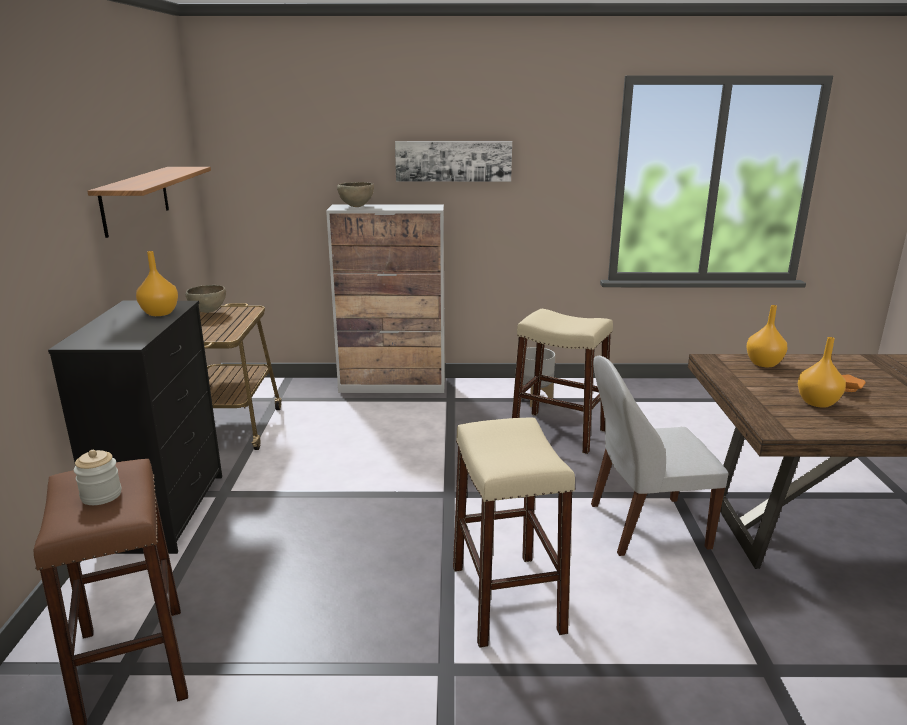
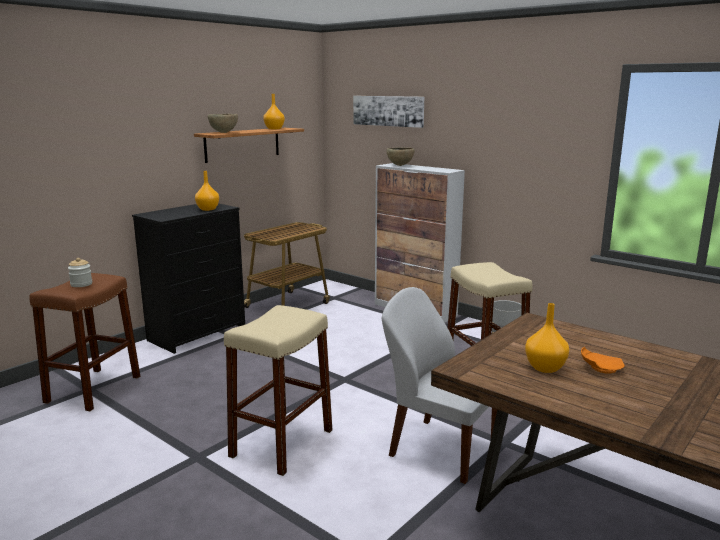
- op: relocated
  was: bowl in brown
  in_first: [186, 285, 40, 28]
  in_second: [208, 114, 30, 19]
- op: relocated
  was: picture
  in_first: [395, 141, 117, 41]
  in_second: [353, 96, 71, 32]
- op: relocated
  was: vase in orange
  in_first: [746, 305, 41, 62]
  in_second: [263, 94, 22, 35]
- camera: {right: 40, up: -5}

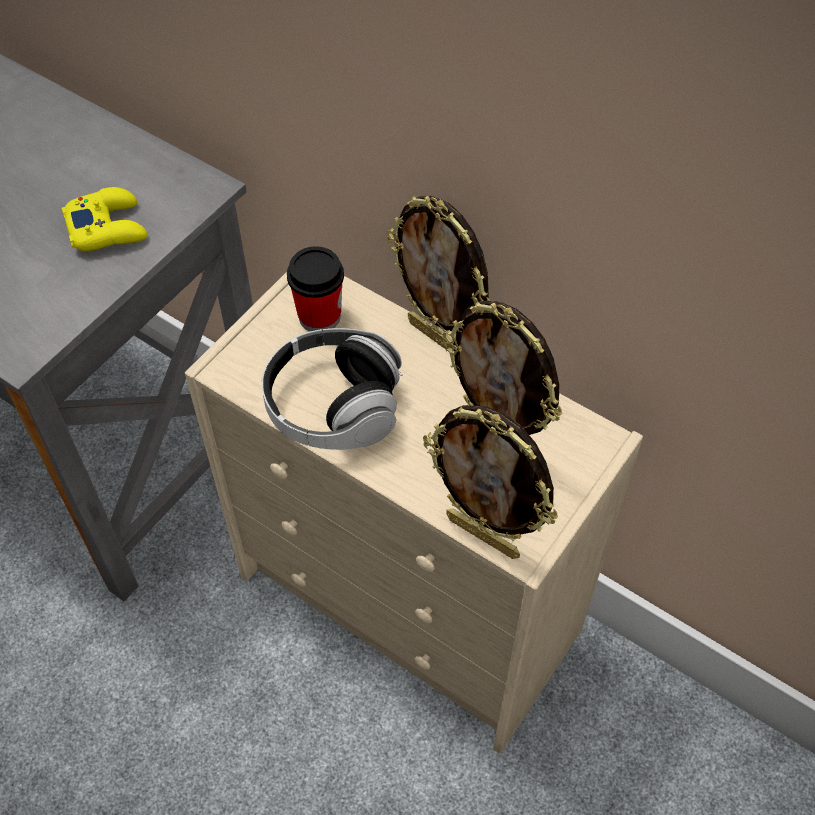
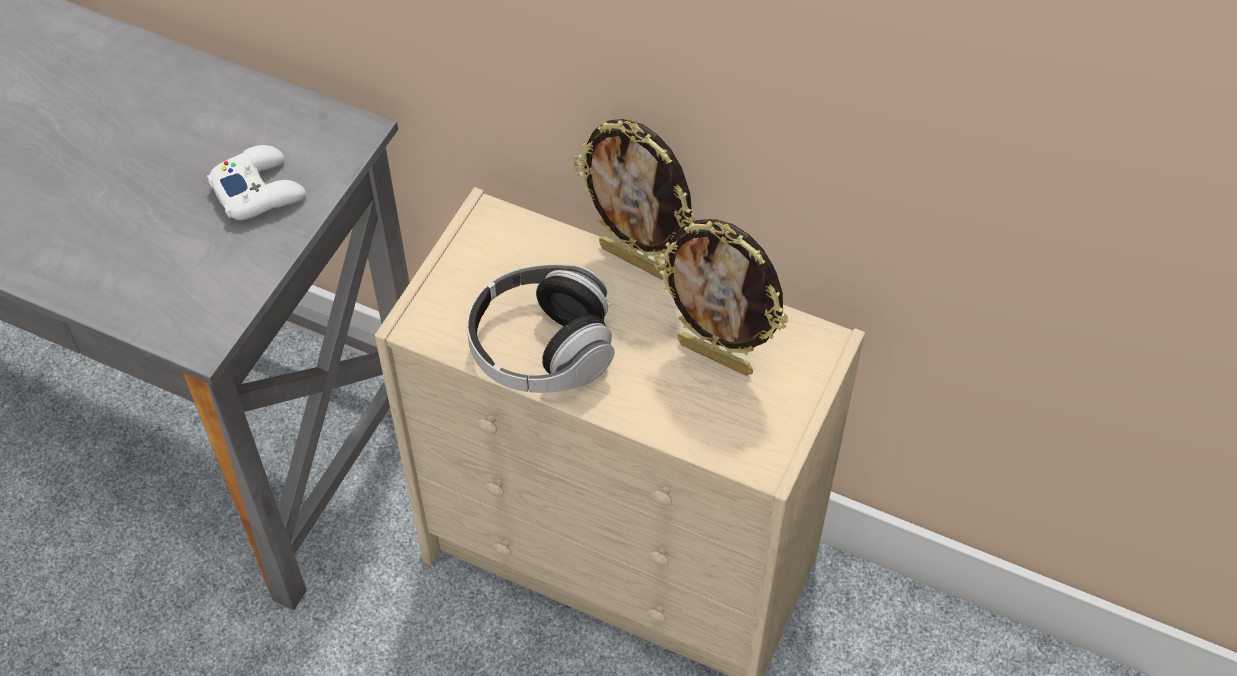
- op: colour
  was: game controller in yellow
  now: game controller in white
  in_first: [62, 187, 86, 64]
  in_second: [207, 145, 99, 75]
- op: missing
  was: cup
  in_first: [287, 246, 57, 87]
- op: missing
  was: picture frame
  in_first: [423, 405, 135, 154]
- camera: {right: -10, up: 0}

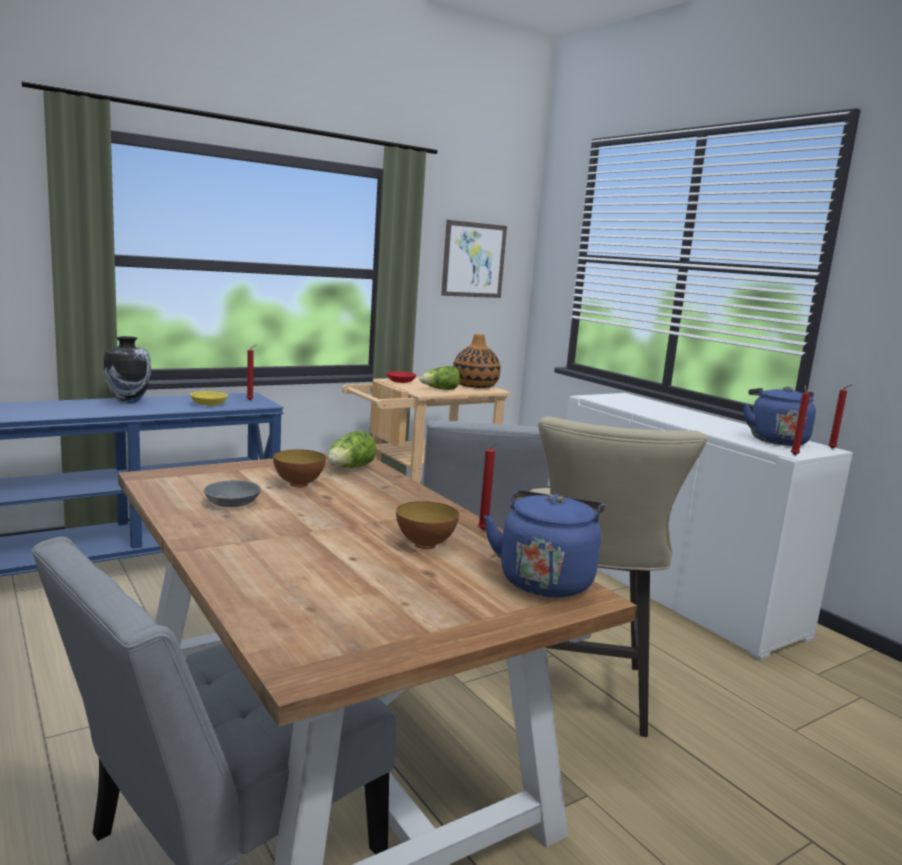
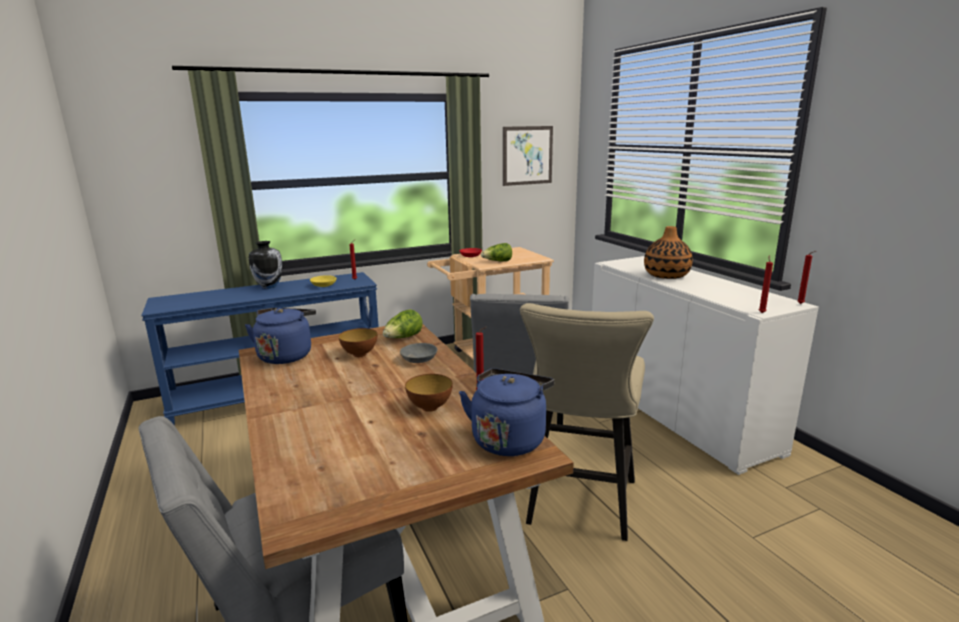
- op: relocated
  was: bowl in grey
  in_first: [204, 480, 57, 27]
  in_second: [400, 343, 38, 20]
- op: relocated
  was: vase
  in_first: [453, 334, 48, 54]
  in_second: [644, 226, 49, 53]
- op: relocated
  was: kettle in blue
  in_first: [743, 386, 73, 60]
  in_second: [245, 308, 71, 56]
- camera: {right: 10, up: 5}

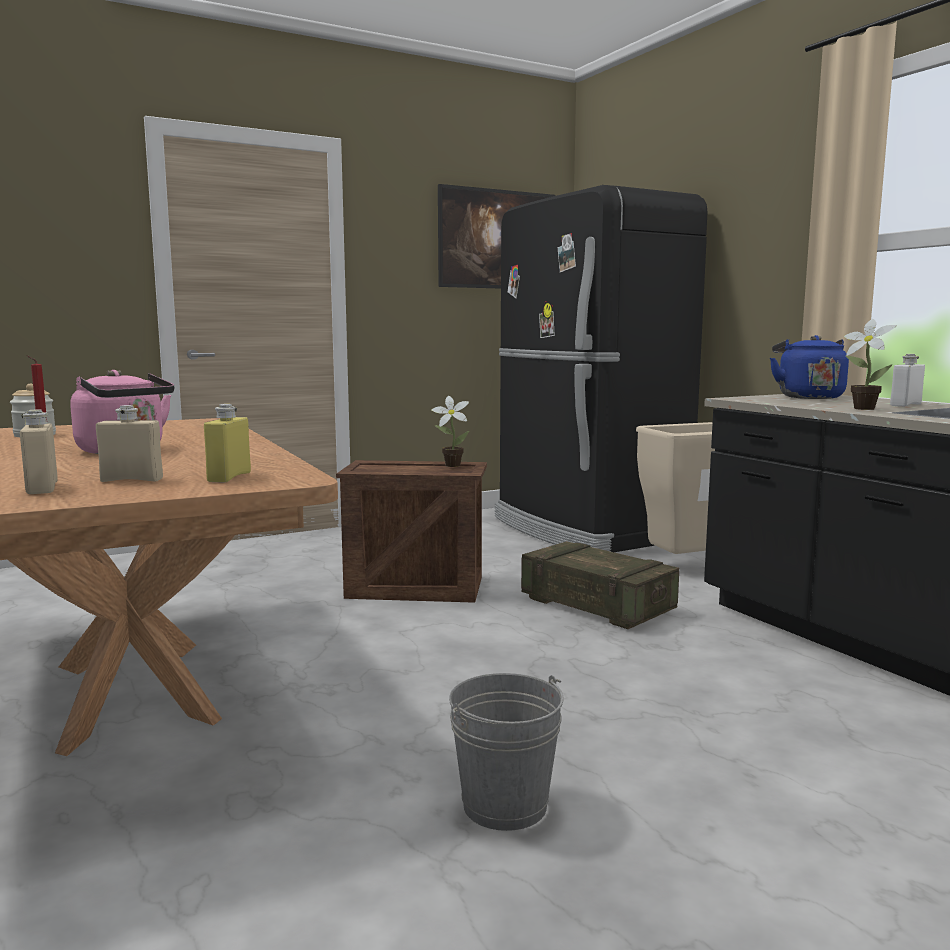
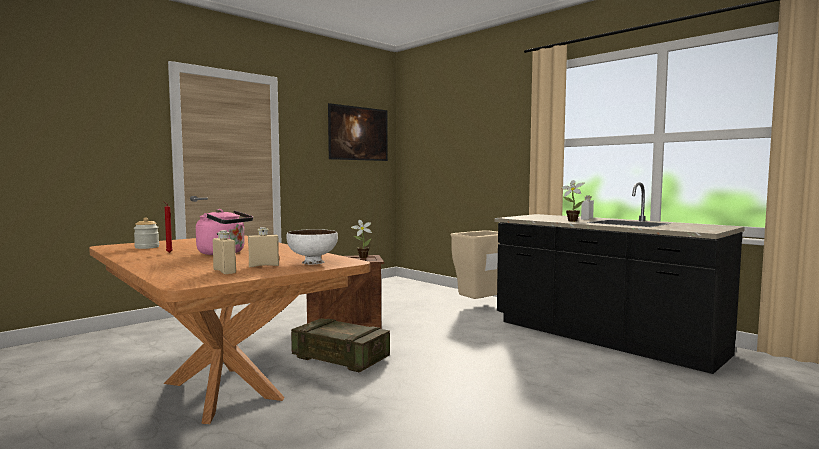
- op: exchanged
  was: bottle in yellow
  now: bowl in white
  in_first: [204, 404, 47, 78]
  in_second: [286, 229, 52, 35]
- op: missing
  was: bucket in grey
  in_first: [449, 673, 115, 158]
- op: missing
  was: fridge in black
  in_first: [495, 185, 212, 367]
- op: relocated
  was: crate
  in_first: [521, 541, 158, 88]
  in_second: [291, 318, 99, 55]
- op: missing
  was: kettle in blue
  in_first: [770, 335, 79, 64]
- camera: {right: -15, up: -5}

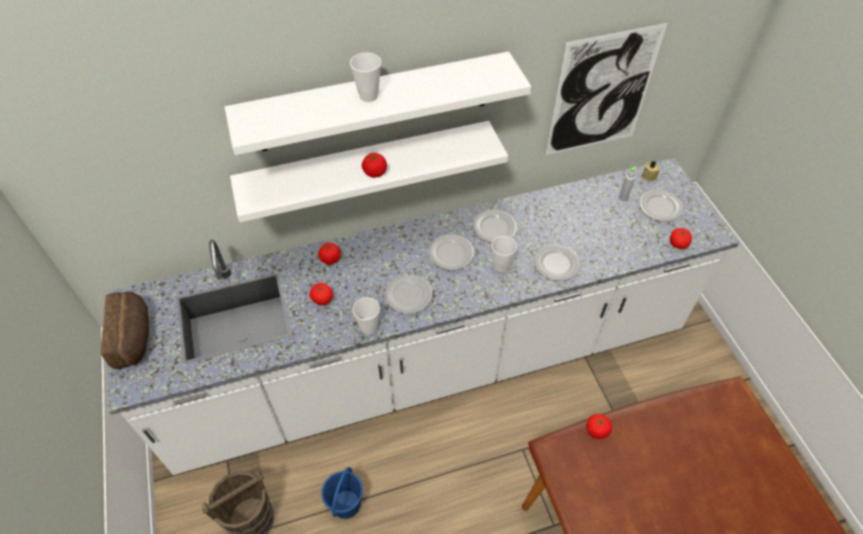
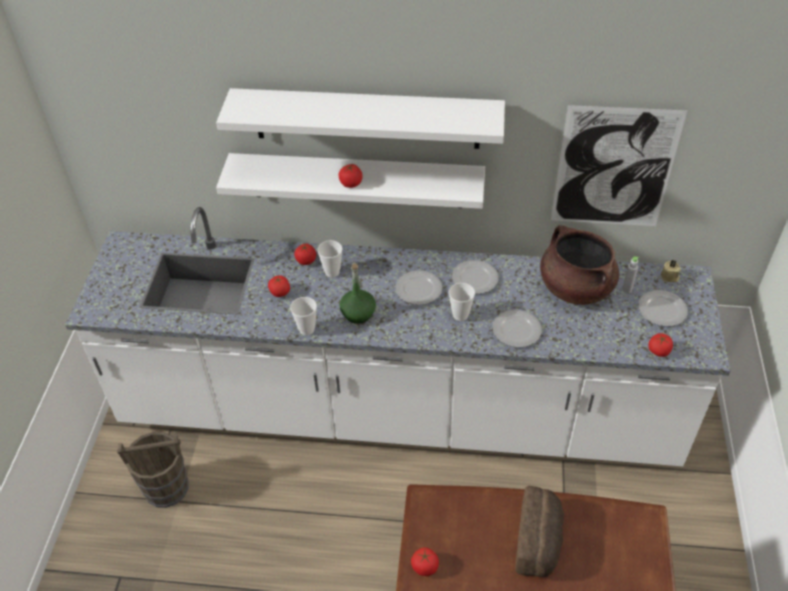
- op: relocated
  was: bread
  in_first: [101, 292, 48, 77]
  in_second: [515, 486, 49, 91]
- op: missing
  was: bucket in blue
  in_first: [321, 467, 42, 52]
- op: relocated
  was: cup
  in_first: [350, 52, 31, 50]
  in_second: [317, 240, 25, 38]
- op: exchanged
  was: plate
  now: bottle in green
  in_first: [385, 274, 48, 40]
  in_second: [340, 264, 36, 60]
- op: relocated
  was: tomato
  in_first: [587, 414, 25, 25]
  in_second: [411, 547, 28, 29]
- op: appeared
  now: cooking pot in brown
  in_second: [540, 225, 79, 80]
- camera: {right: 25, up: -5}

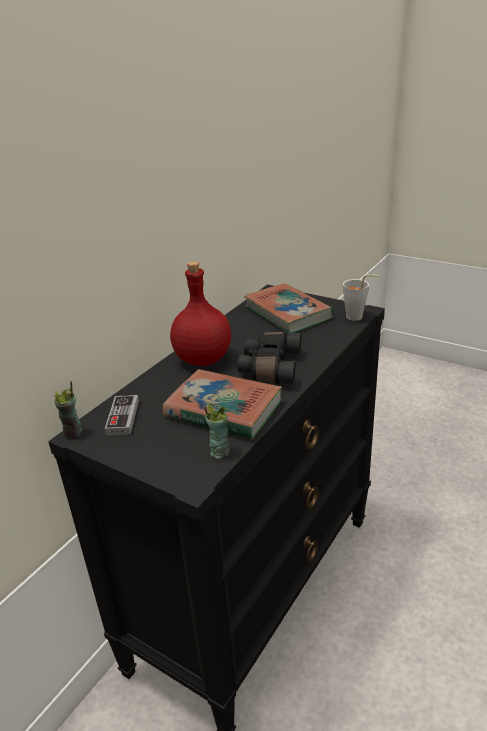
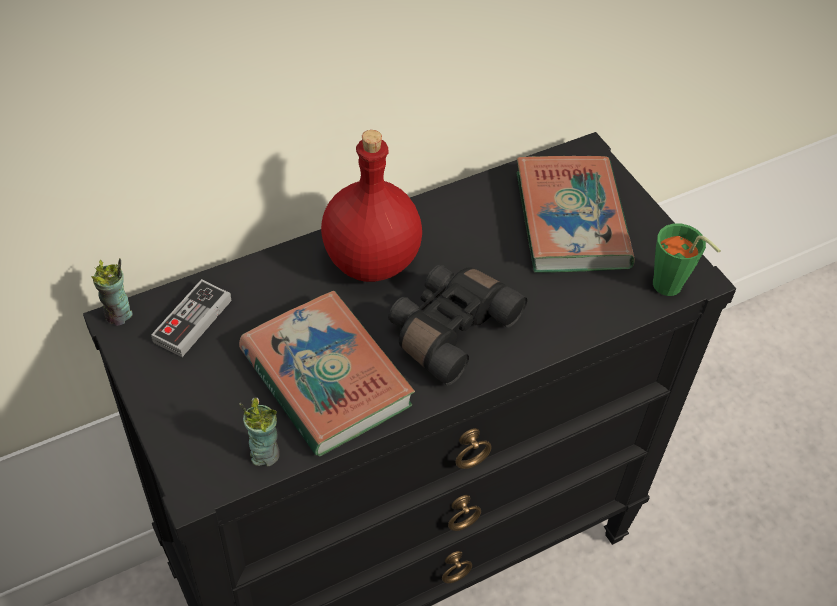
- op: colour
  was: cup in grey
  now: cup in green
  in_first: [343, 274, 36, 47]
  in_second: [653, 224, 68, 72]
- camera: {right: 25, up: 20}

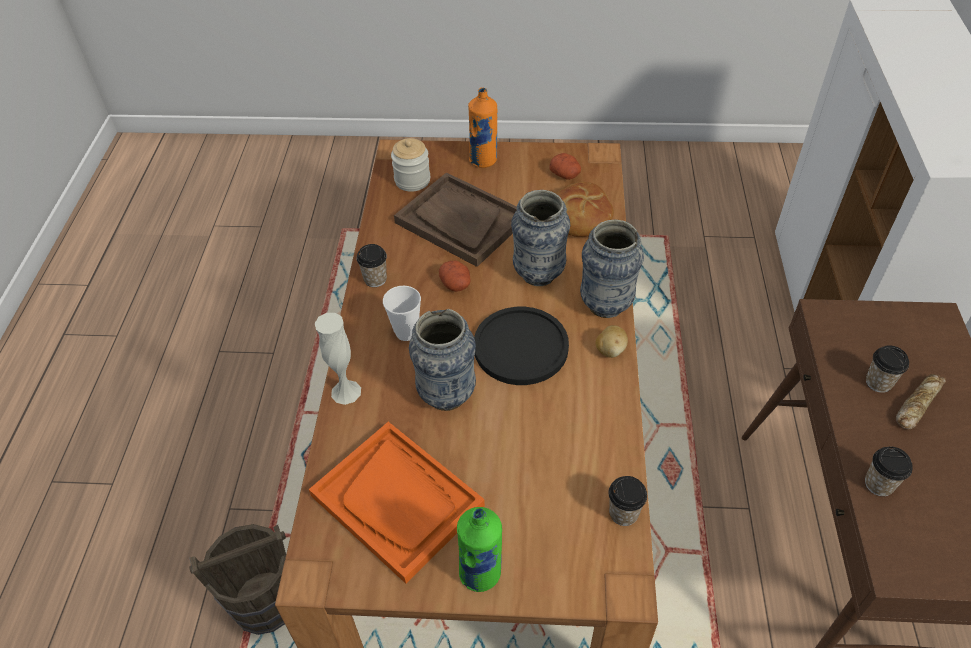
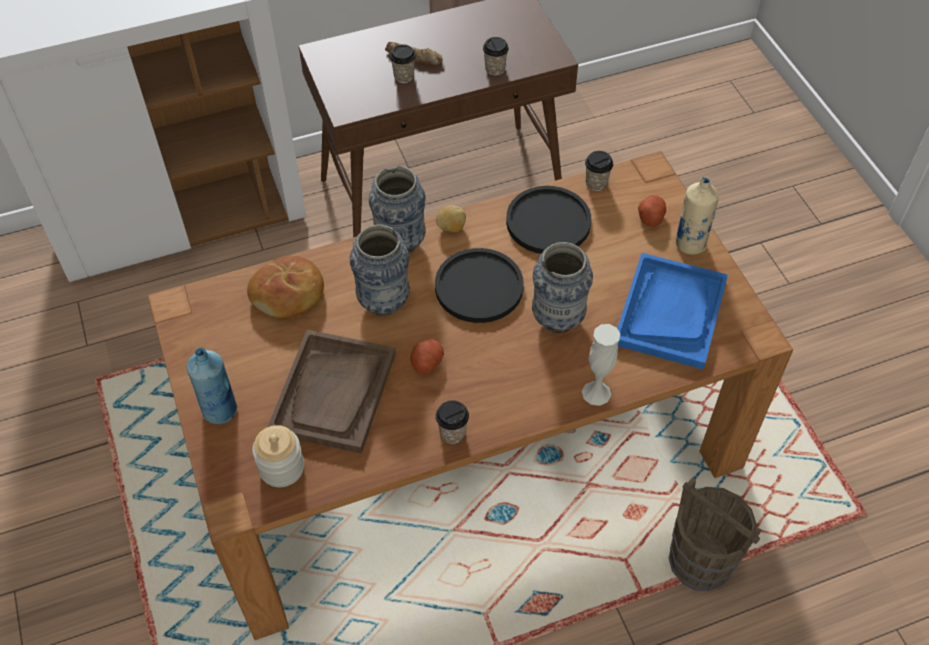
- op: colour
  was: tray in orange
  now: tray in blue
  in_first: [309, 422, 176, 161]
  in_second: [617, 253, 111, 116]
- op: missing
  was: cup
  in_first: [383, 286, 38, 55]
- op: colour
  was: bottle in green
  now: bottle in beige
  in_first: [457, 507, 45, 85]
  in_second: [675, 176, 44, 79]
- op: colour
  was: bottle in orange
  now: bottle in blue
  in_first: [468, 88, 29, 80]
  in_second: [187, 348, 50, 76]
- op: relocated
  was: potato
  in_first: [549, 153, 32, 27]
  in_second: [638, 195, 28, 32]
- op: appeared
  now: plate in black
  in_second: [506, 186, 85, 68]
- camera: {right: -115, up: 5}

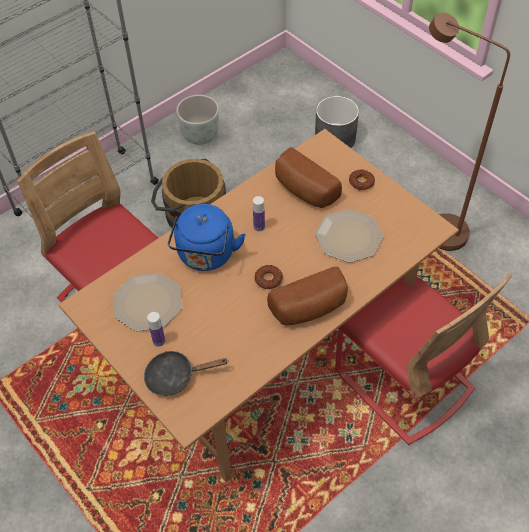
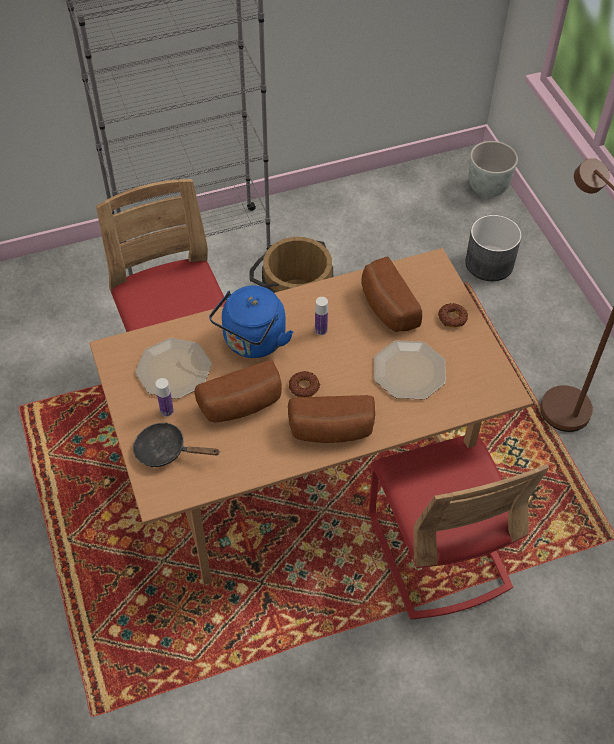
- op: relocated
  was: planter in grey
  in_first: [176, 95, 43, 50]
  in_second: [469, 141, 49, 56]
- op: appeared
  now: bread
  in_second: [194, 360, 88, 63]
- camera: {right: 20, up: 0}

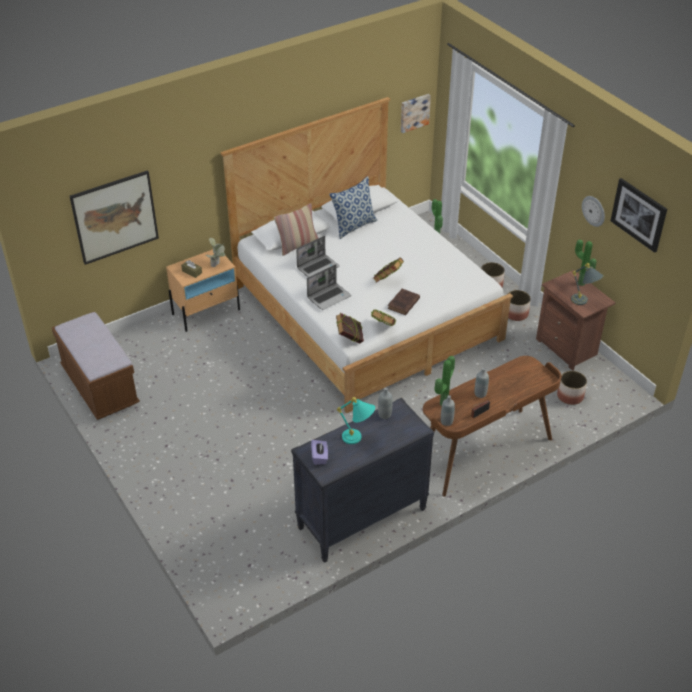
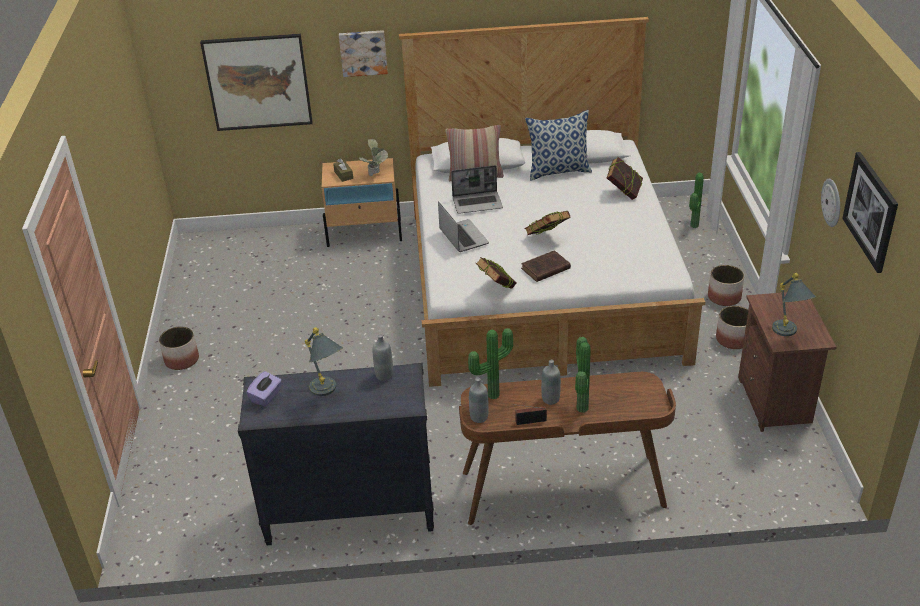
- op: missing
  was: bench in brown
  in_first: [52, 312, 88, 108]
- op: spun
  was: laptop
  in_first: [307, 264, 44, 46]
  in_second: [438, 201, 51, 51]
  clockwise: -105
- op: relocated
  was: book
  in_first: [336, 313, 28, 31]
  in_second: [607, 157, 36, 43]
- op: colour
  was: table lamp in turquoise
  now: table lamp in grey
  in_first: [337, 397, 38, 47]
  in_second: [305, 327, 38, 69]
- op: relocated
  was: picture
  in_first: [401, 94, 30, 39]
  in_second: [339, 30, 49, 47]
- op: relocated
  was: planter
  in_first: [557, 371, 30, 34]
  in_second: [159, 326, 40, 44]
- op: relocated
  was: potted plant
  in_first: [575, 240, 21, 46]
  in_second: [575, 337, 16, 76]
- camera: {right: 30, up: -5}

